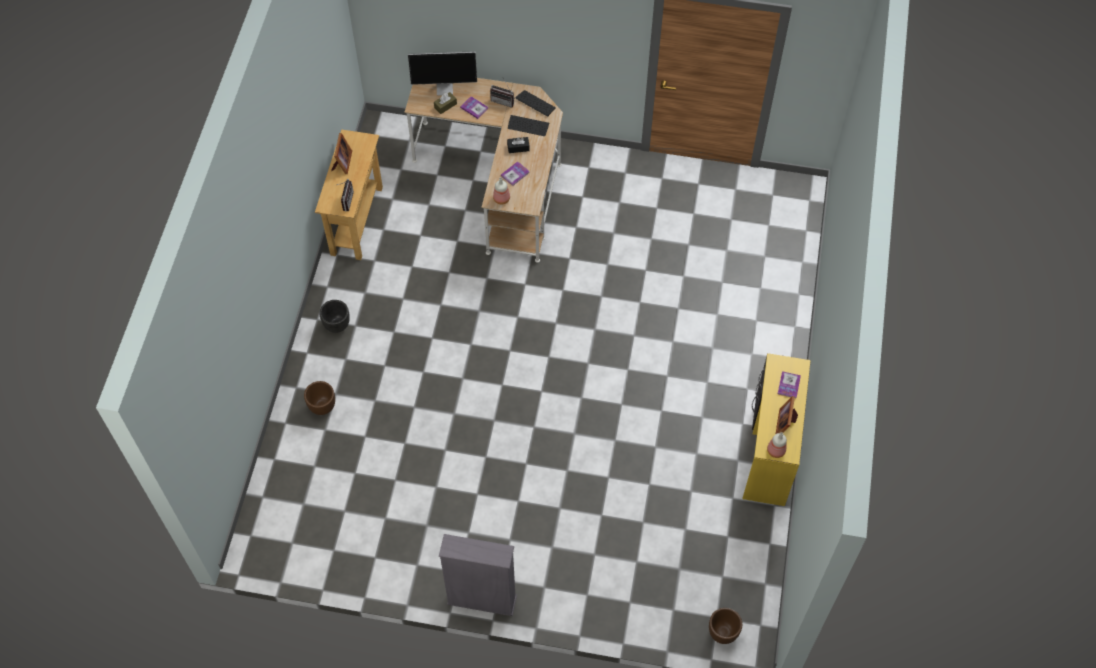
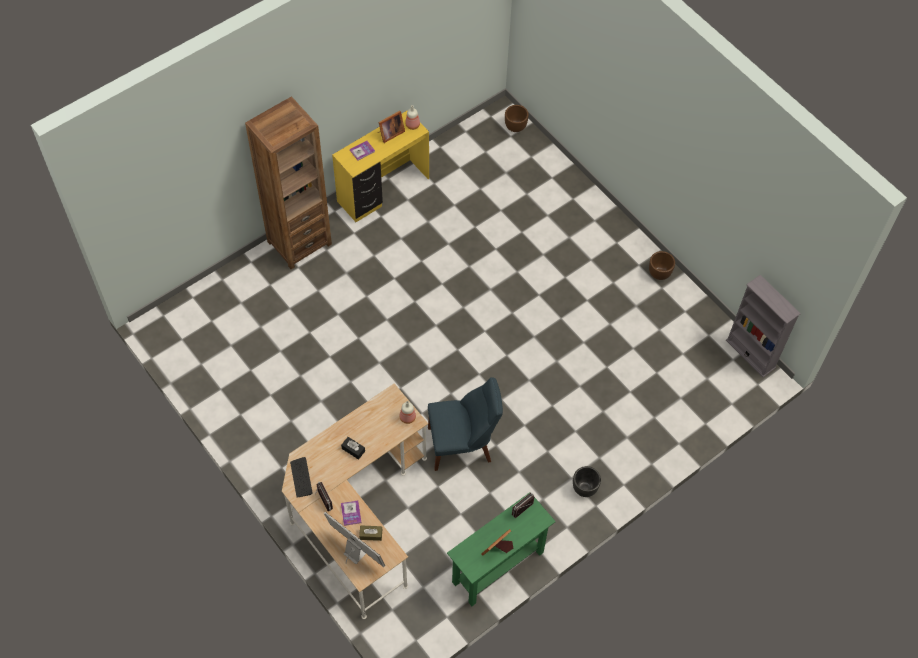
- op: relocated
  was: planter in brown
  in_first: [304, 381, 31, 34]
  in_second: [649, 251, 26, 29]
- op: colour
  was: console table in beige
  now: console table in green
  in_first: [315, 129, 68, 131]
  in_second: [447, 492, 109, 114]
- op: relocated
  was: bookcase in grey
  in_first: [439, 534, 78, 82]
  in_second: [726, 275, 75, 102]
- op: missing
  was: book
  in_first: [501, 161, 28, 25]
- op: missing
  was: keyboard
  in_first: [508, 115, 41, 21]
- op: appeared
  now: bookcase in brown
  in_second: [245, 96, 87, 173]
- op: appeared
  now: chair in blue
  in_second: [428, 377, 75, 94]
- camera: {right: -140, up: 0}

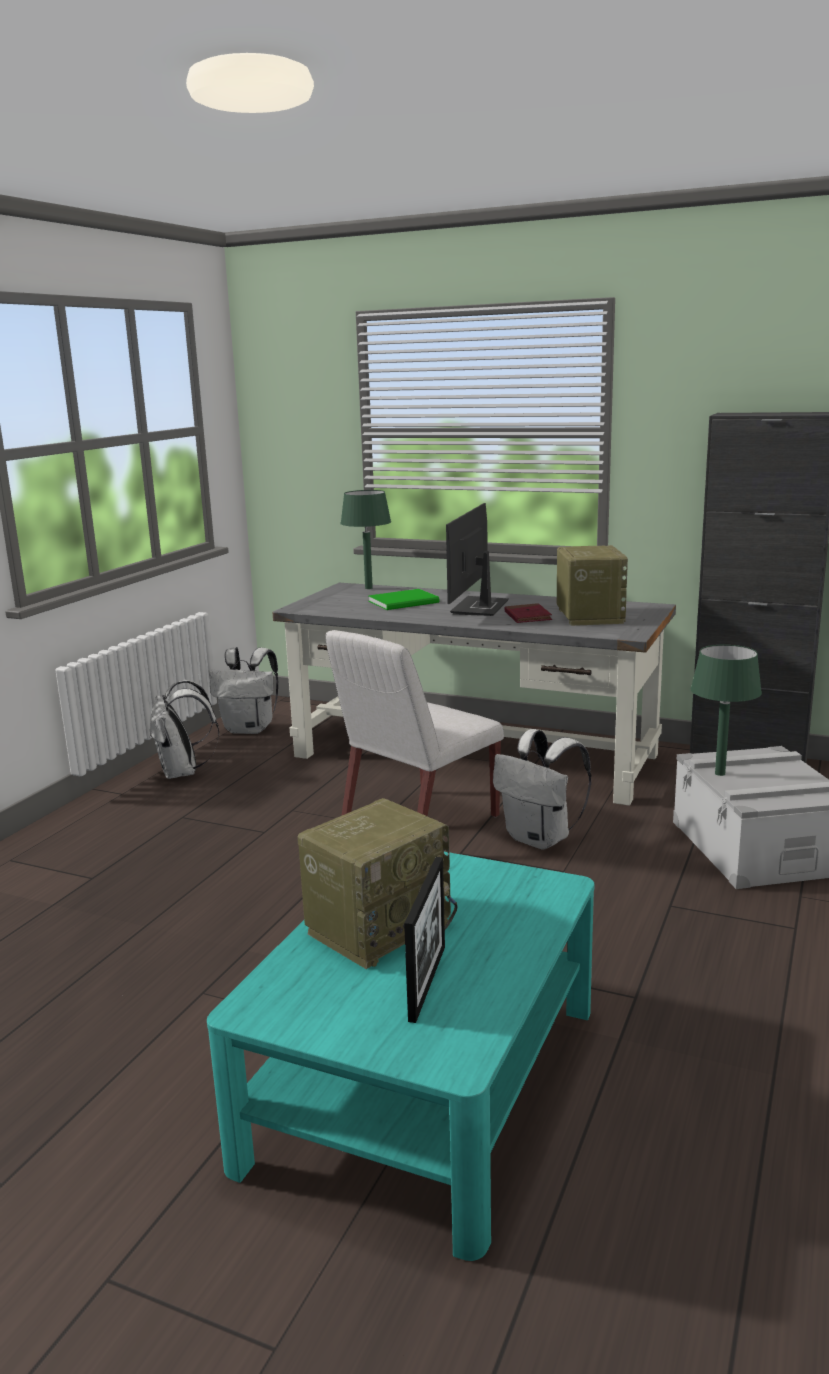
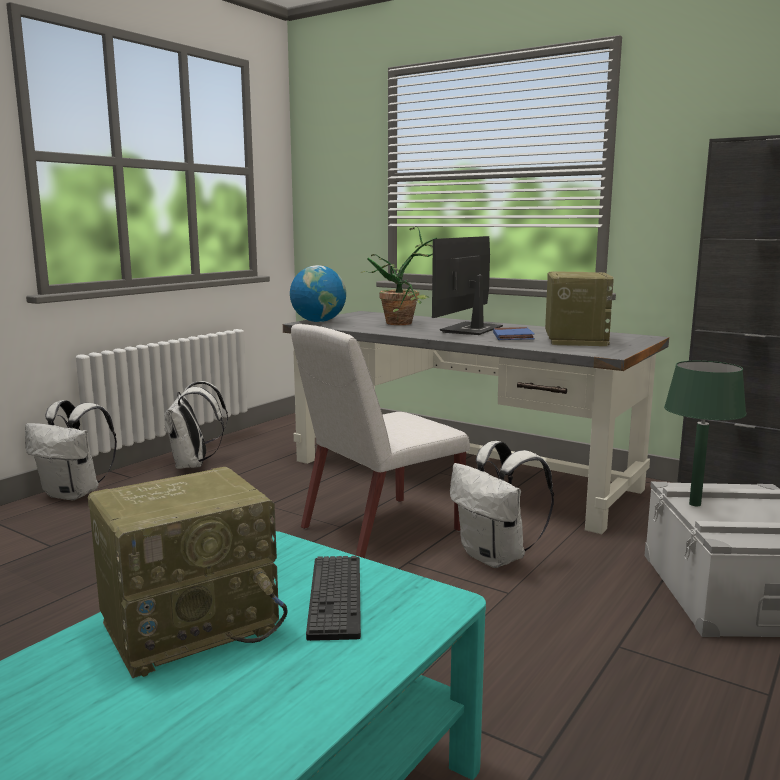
- op: relocated
  was: backpack in white
  in_first: [209, 647, 69, 87]
  in_second: [25, 400, 92, 100]
- op: missing
  was: table lamp in green
  in_first: [340, 490, 51, 99]
- op: exchanged
  was: book in green
  now: potted plant
  in_first: [368, 589, 71, 21]
  in_second: [361, 227, 76, 98]
- op: missing
  was: picture frame
  in_first: [404, 857, 41, 166]
- op: colour
  was: book in red
  now: book in blue
  in_first: [505, 603, 47, 20]
  in_second: [493, 327, 42, 13]
- op: appeared
  now: globe
  in_second: [290, 265, 56, 57]
- op: appeared
  now: keyboard
  in_second: [306, 556, 55, 85]
- camera: {right: 10, up: -5}

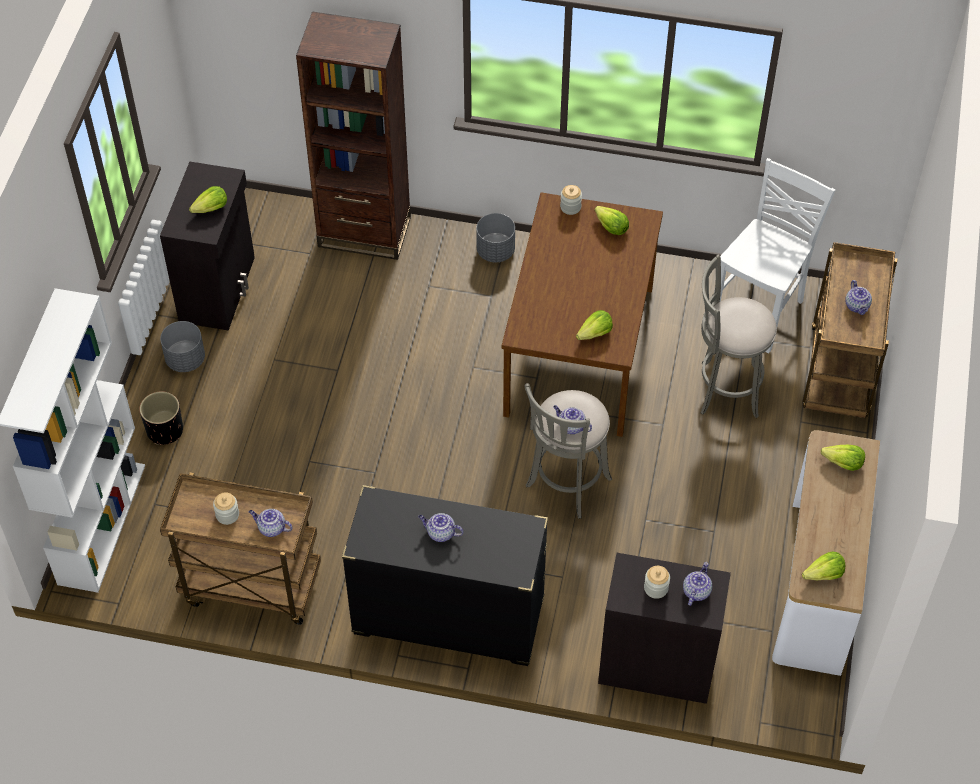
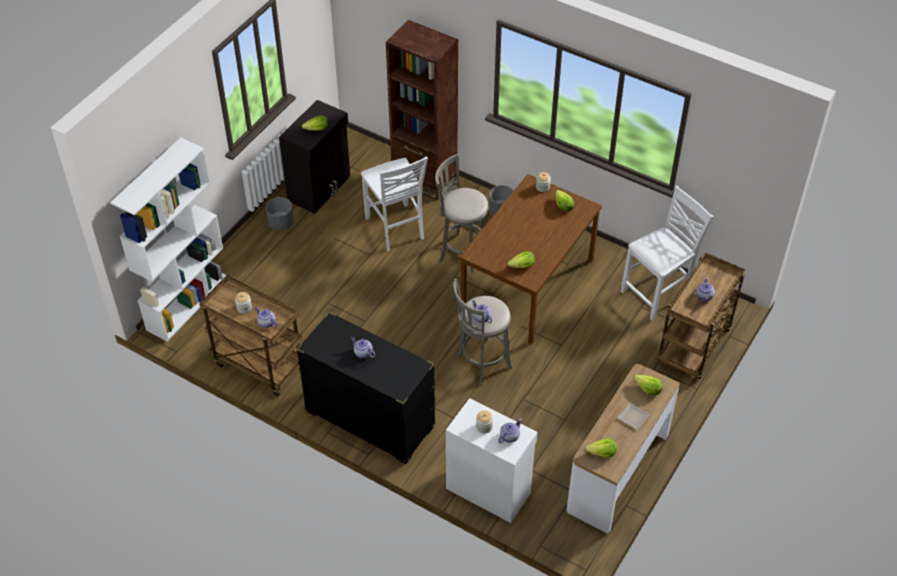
- op: missing
  was: planter in black
  in_first: [139, 391, 44, 54]
- op: colour
  was: cabinet in black
  now: cabinet in white
  in_first: [598, 553, 133, 151]
  in_second: [446, 398, 92, 125]
- op: relocated
  was: stool in grey
  in_first: [701, 255, 76, 163]
  in_second: [435, 154, 53, 119]
- op: appeared
  now: chair in white
  in_second: [361, 156, 67, 95]
- op: appeared
  now: plate
  in_second: [618, 403, 32, 27]
- camera: {right: 20, up: -5}

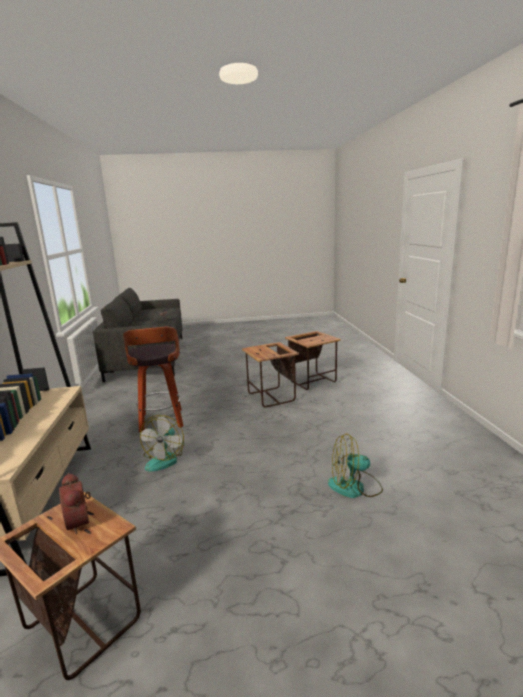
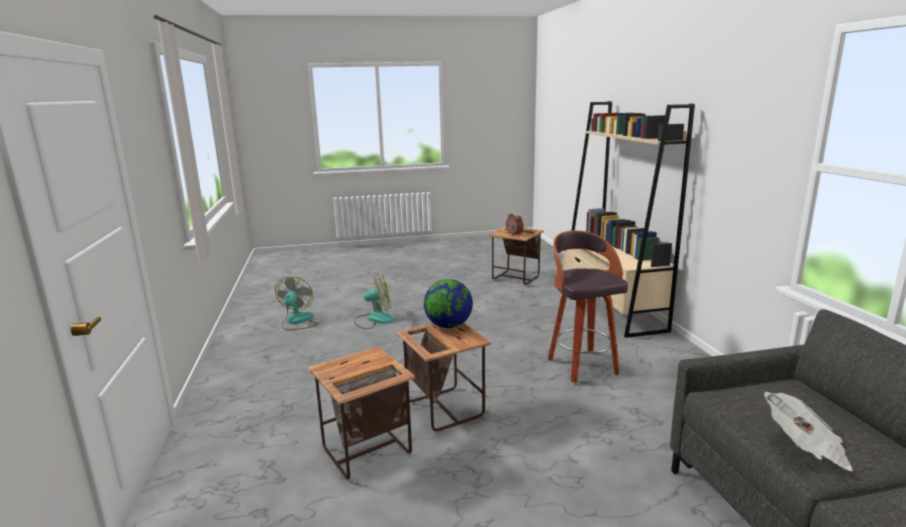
- op: relocated
  was: fan
  in_first: [140, 415, 44, 57]
  in_second: [275, 276, 43, 54]
- op: appeared
  now: globe
  in_second: [424, 279, 49, 49]
- camera: {right: 175, up: 0}

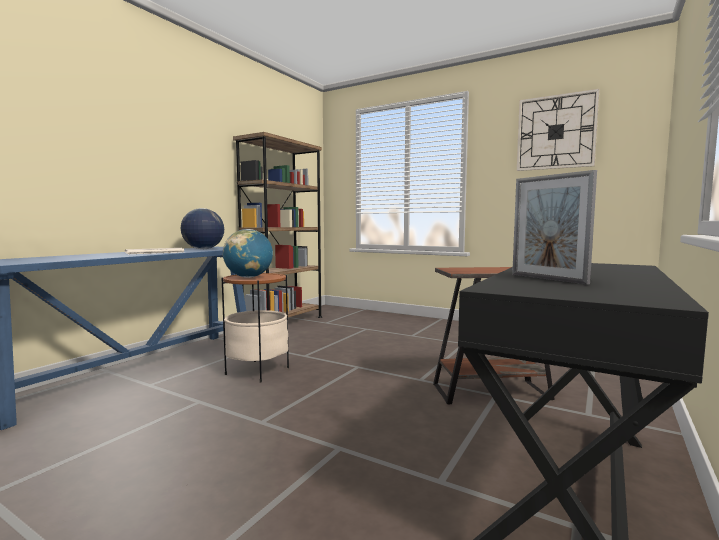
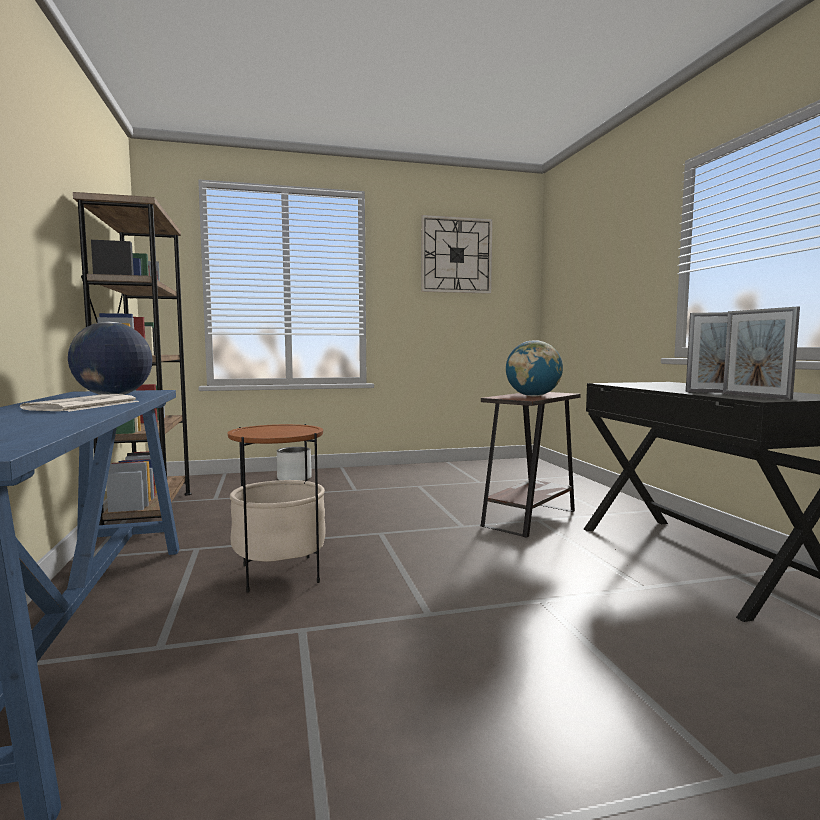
- op: relocated
  was: globe
  in_first: [223, 229, 50, 49]
  in_second: [506, 340, 57, 57]
- op: appeared
  now: planter in grey
  in_second: [277, 447, 35, 34]
- op: appeared
  now: picture frame
  in_second: [723, 307, 77, 93]
- camera: {right: -45, up: 0}

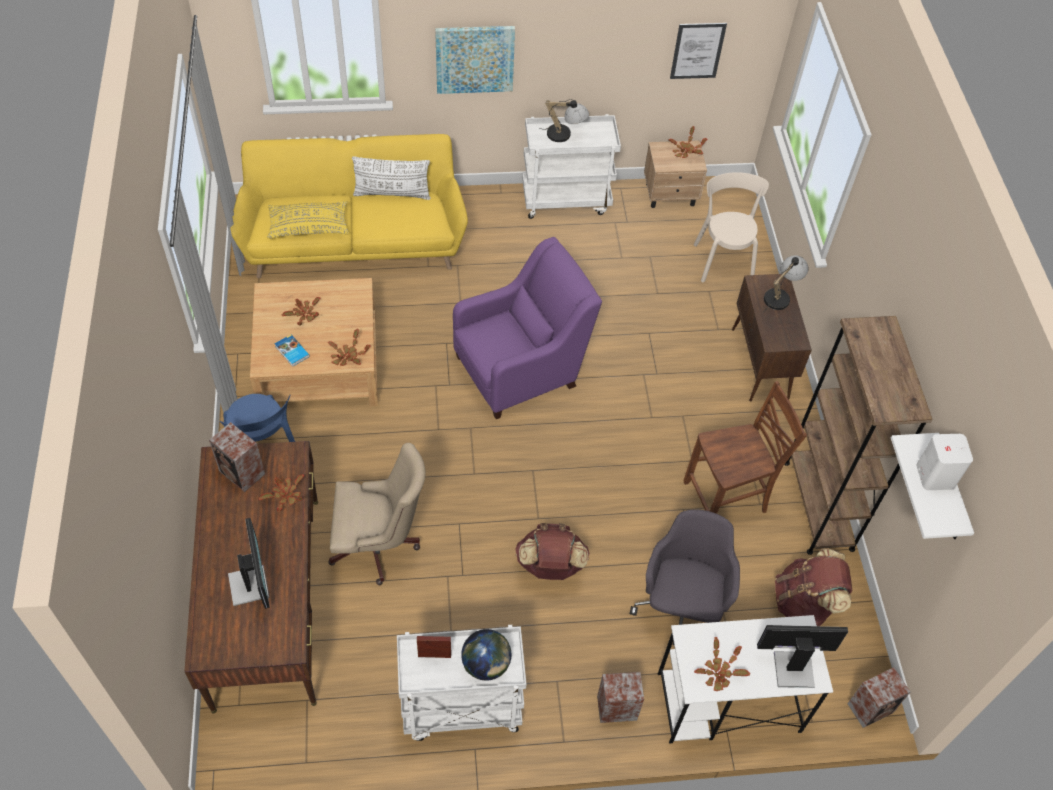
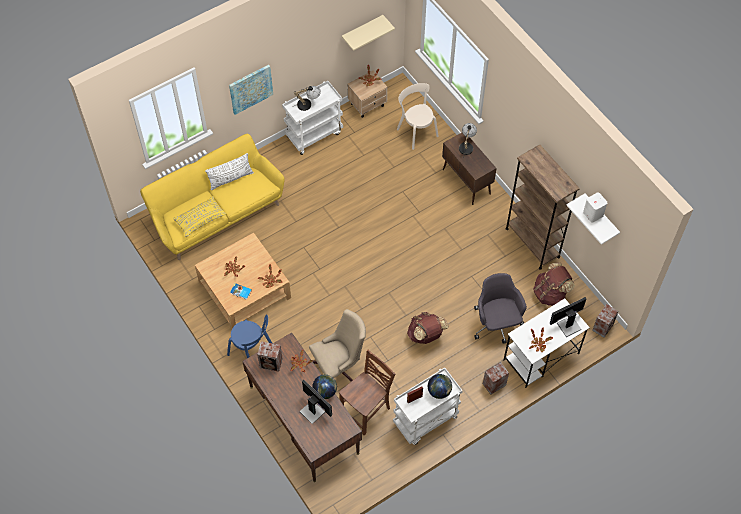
- op: missing
  was: armchair in purple
  in_first: [453, 237, 149, 182]
- op: exchanged
  was: picture
  now: shelf in beige
  in_first: [670, 23, 57, 56]
  in_second: [342, 15, 53, 36]
- op: relocated
  was: chair in brown
  in_first: [684, 381, 123, 133]
  in_second: [339, 350, 56, 85]
- op: appeared
  now: globe
  in_second: [312, 374, 25, 25]
- camera: {right: -25, up: 5}

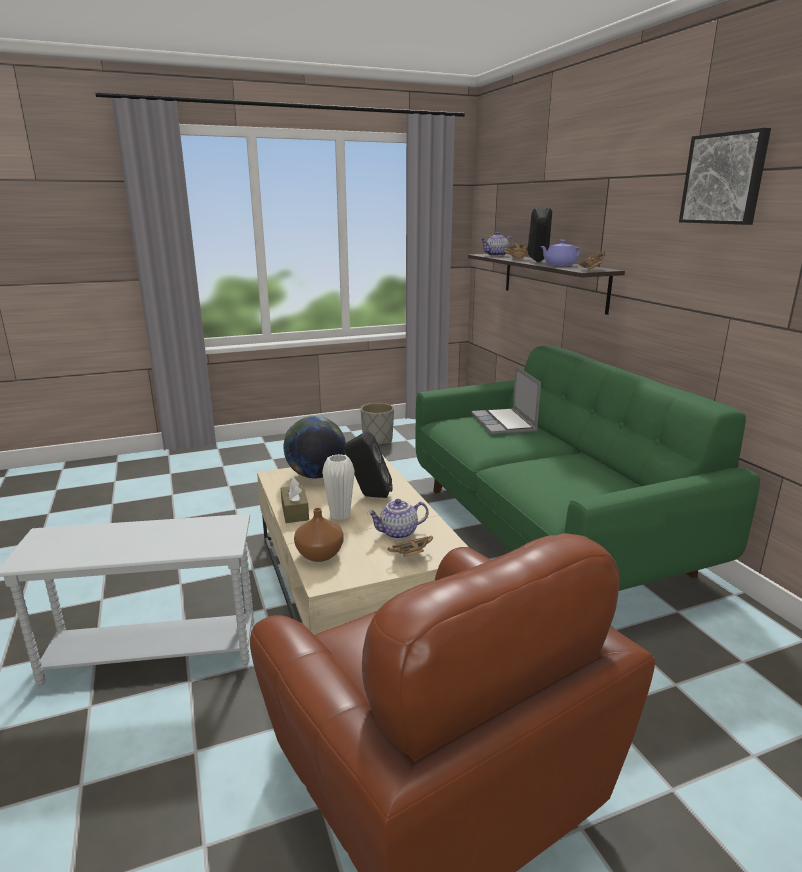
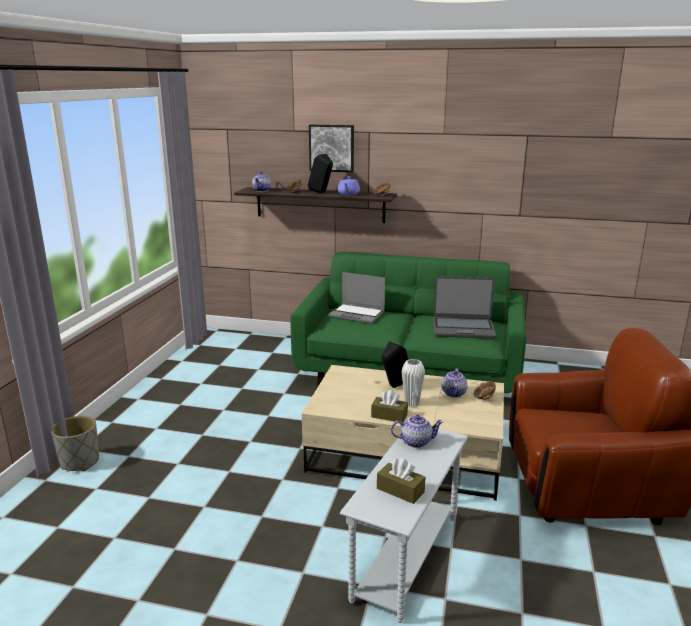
- op: missing
  was: globe
  in_first: [284, 416, 62, 62]
- op: missing
  was: vase in brown
  in_first: [294, 508, 50, 54]
- op: relocated
  was: planter in grey
  in_first: [361, 403, 33, 41]
  in_second: [51, 416, 48, 55]
- op: relocated
  was: picture
  in_first: [679, 128, 92, 97]
  in_second: [309, 125, 45, 47]
- op: appeared
  now: tissue box in brown
  in_second: [377, 458, 48, 46]
- op: appeared
  now: teapot
  in_second: [391, 415, 52, 33]
- op: appeared
  now: laptop
  in_second: [433, 276, 63, 63]
- camera: {right: -55, up: 0}

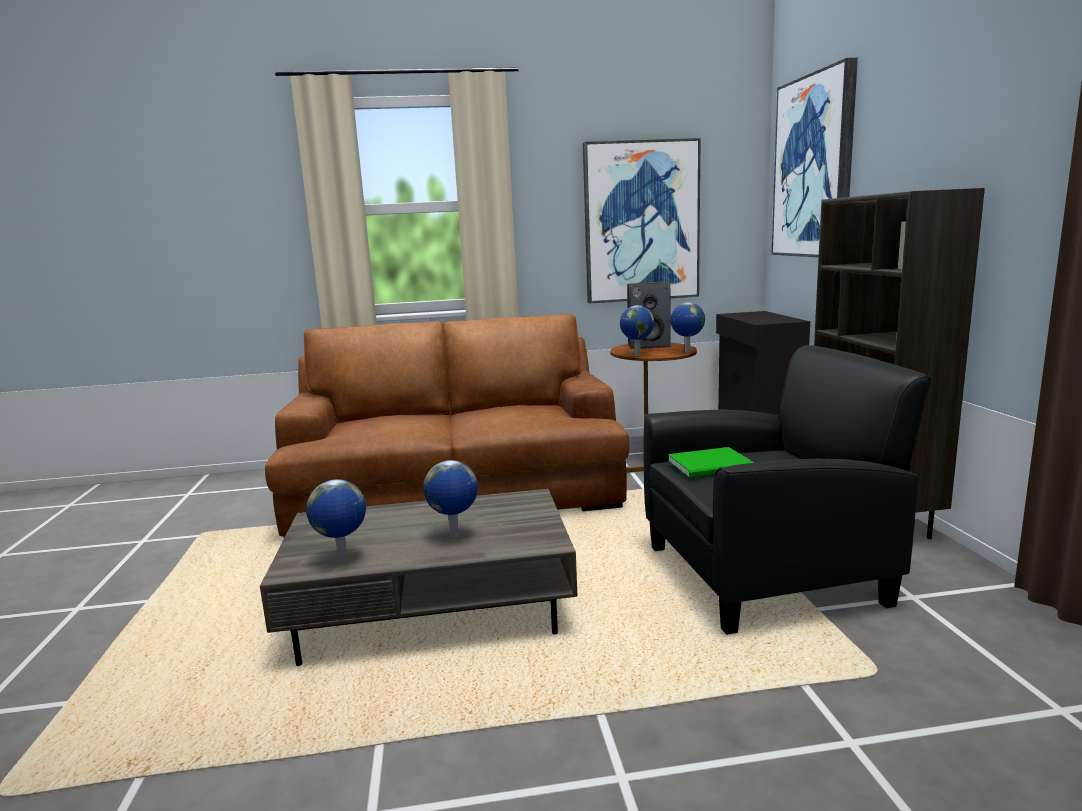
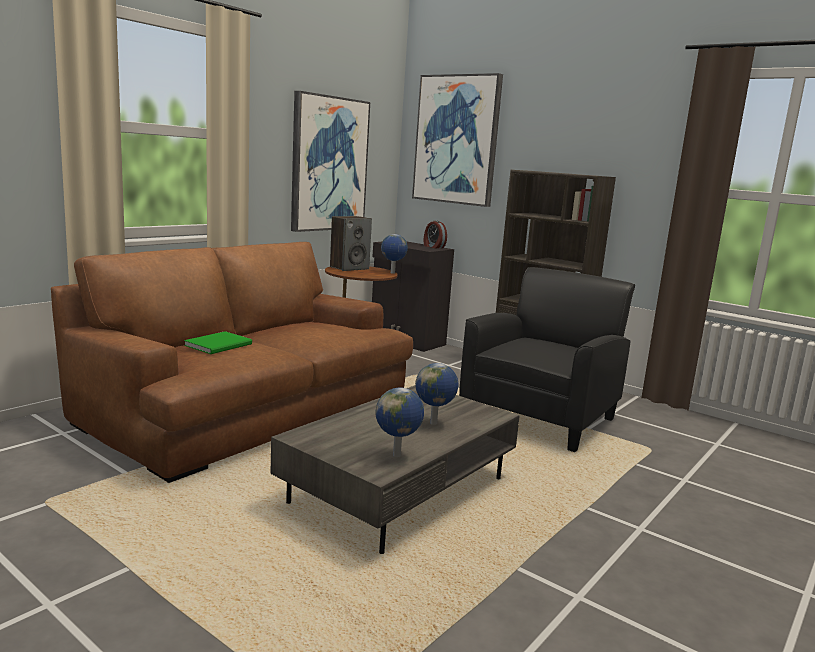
- op: missing
  was: globe
  in_first: [620, 305, 34, 51]
- op: relocated
  was: book in green
  in_first: [668, 447, 86, 31]
  in_second: [184, 331, 68, 23]
- op: appeared
  now: alarm clock
  in_second: [424, 220, 23, 28]
- camera: {right: -45, up: 0}

